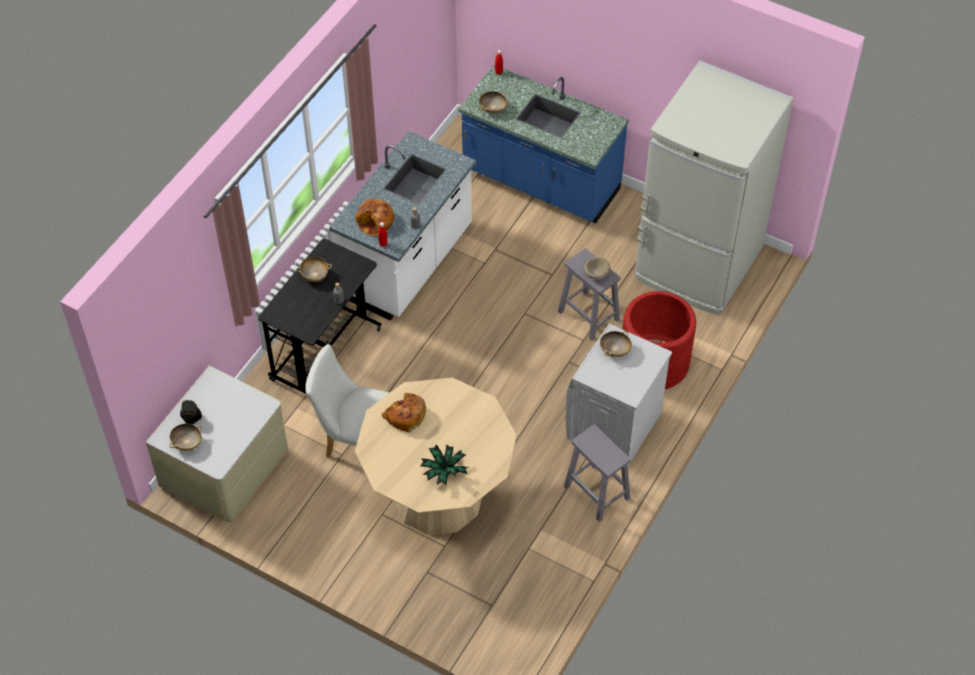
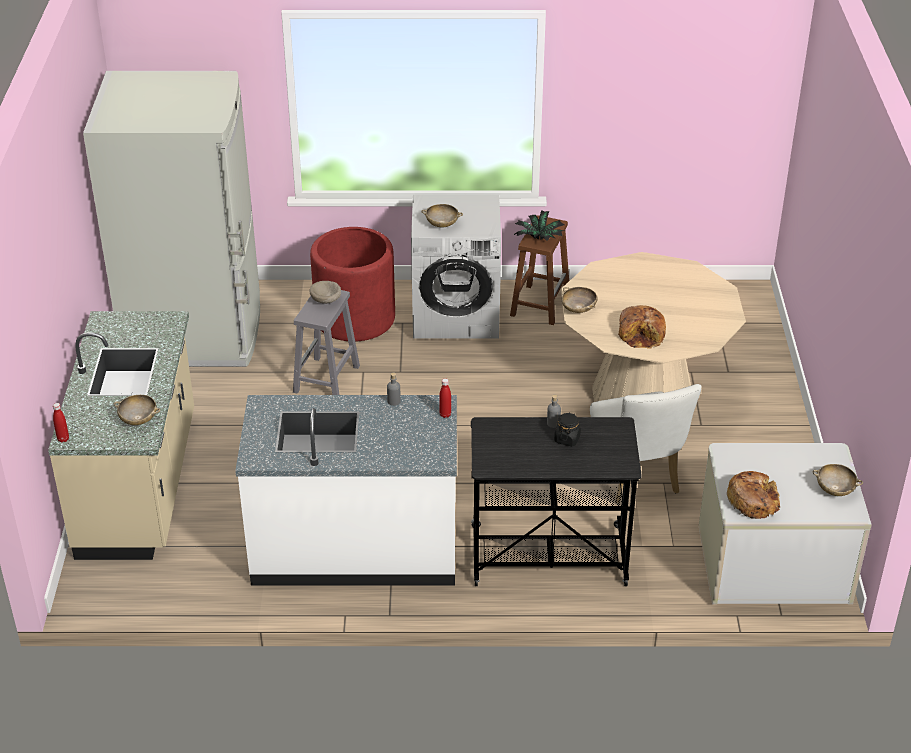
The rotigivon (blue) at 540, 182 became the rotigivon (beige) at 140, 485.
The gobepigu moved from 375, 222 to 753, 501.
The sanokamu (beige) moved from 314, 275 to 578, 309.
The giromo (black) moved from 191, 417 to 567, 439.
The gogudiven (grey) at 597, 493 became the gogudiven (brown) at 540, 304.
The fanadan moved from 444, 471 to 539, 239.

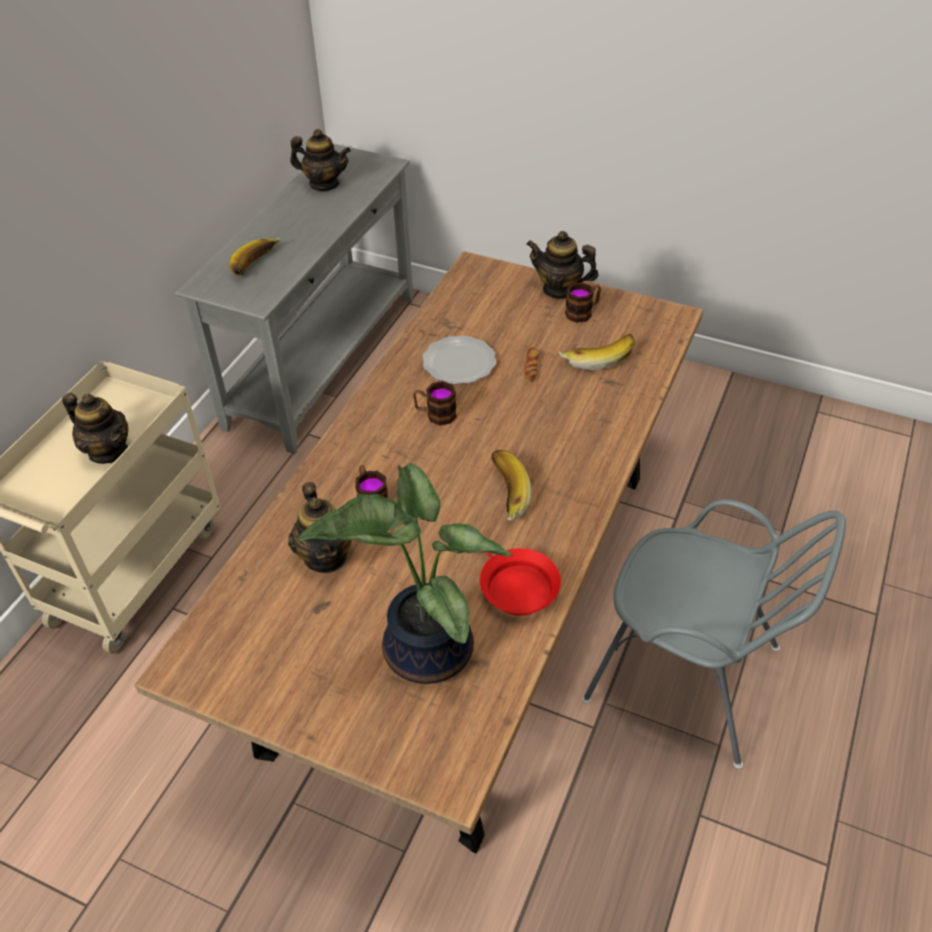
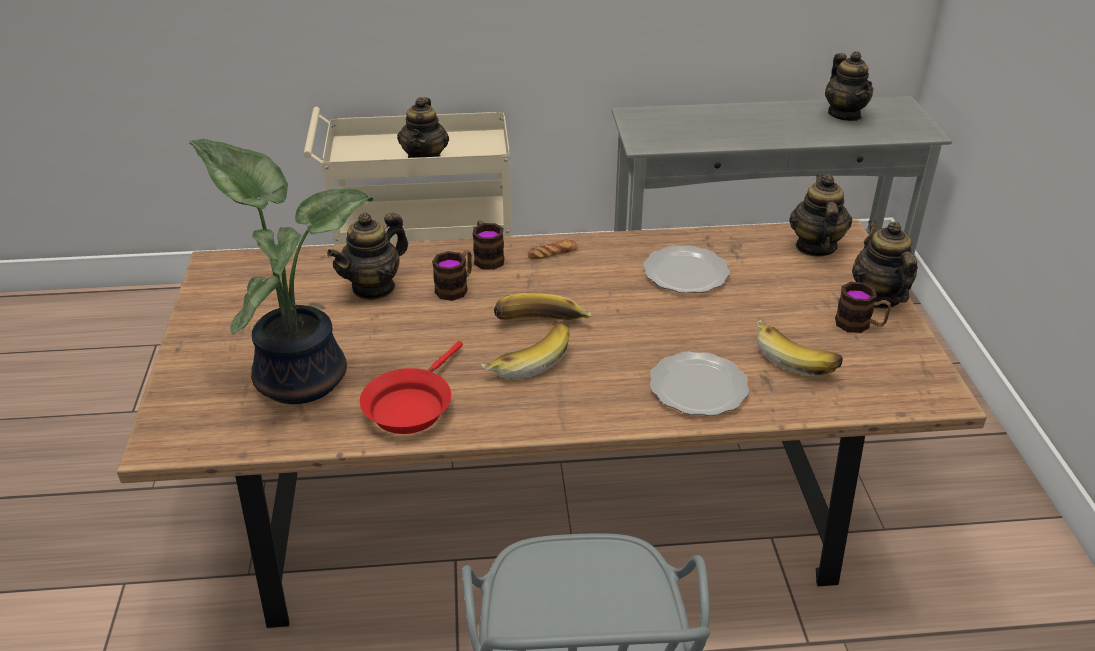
The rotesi moved from 257, 265 to 540, 325.
The gobepigu moved from 531, 366 to 552, 253.
The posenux moved from 435, 414 to 487, 257.
The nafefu at 815, 247 appeared.
The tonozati at 697, 388 appeared.

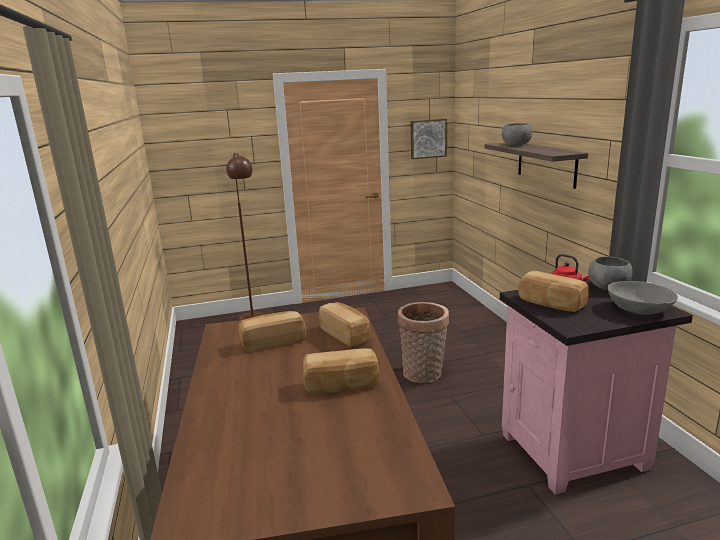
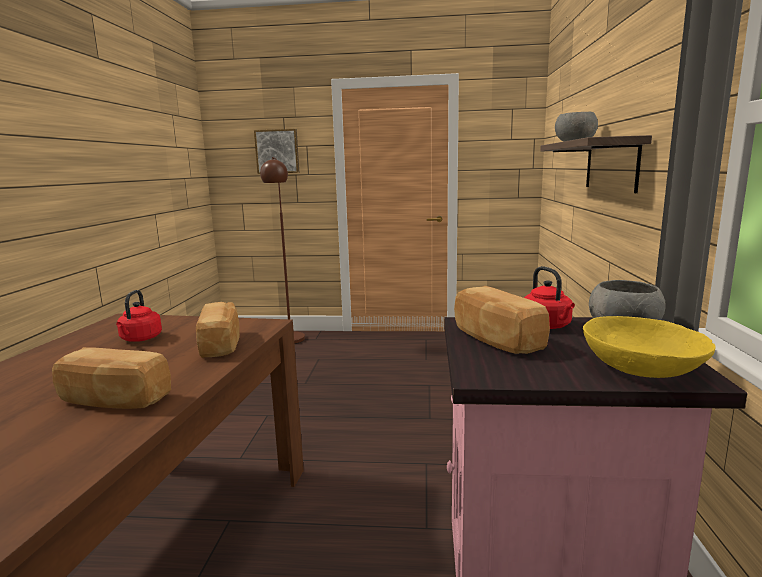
The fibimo moved from 427, 138 to 277, 151.
The sanokamu (grey) at 639, 309 became the sanokamu (yellow) at 641, 368.
The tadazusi at 423, 375 disappeared.
The gobepigu at 273, 342 was replaced by the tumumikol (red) at 140, 339.

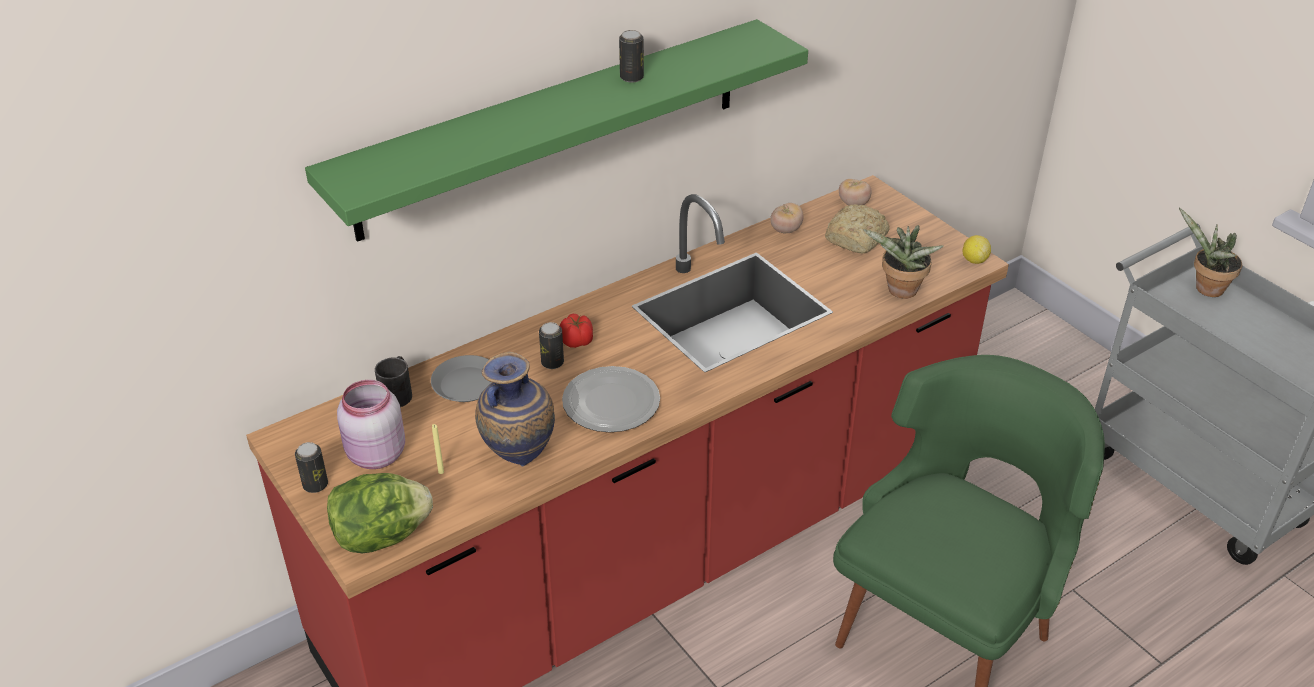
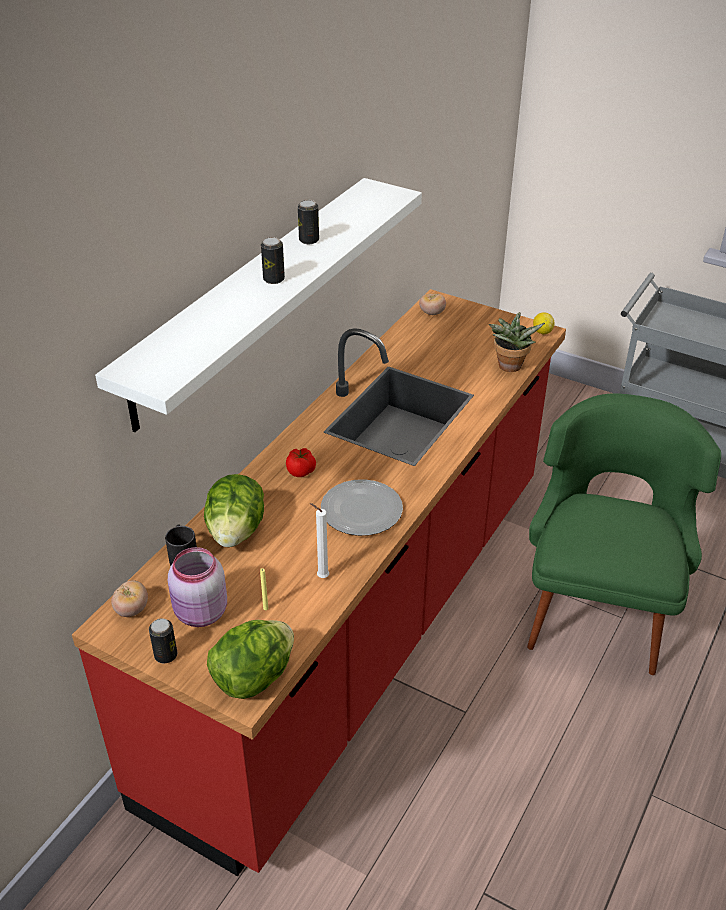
The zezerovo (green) at 552, 128 became the zezerovo (white) at 252, 297.
The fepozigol moved from 785, 230 to 132, 610.
The gobepigu at 857, 238 disappeared.
The fanadan at 1204, 289 disappeared.
The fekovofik moved from 552, 363 to 274, 279.
The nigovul at 519, 458 was replaced by the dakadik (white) at 321, 576.
The tonozati (grey) at 466, 384 was replaced by the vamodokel at 236, 531.

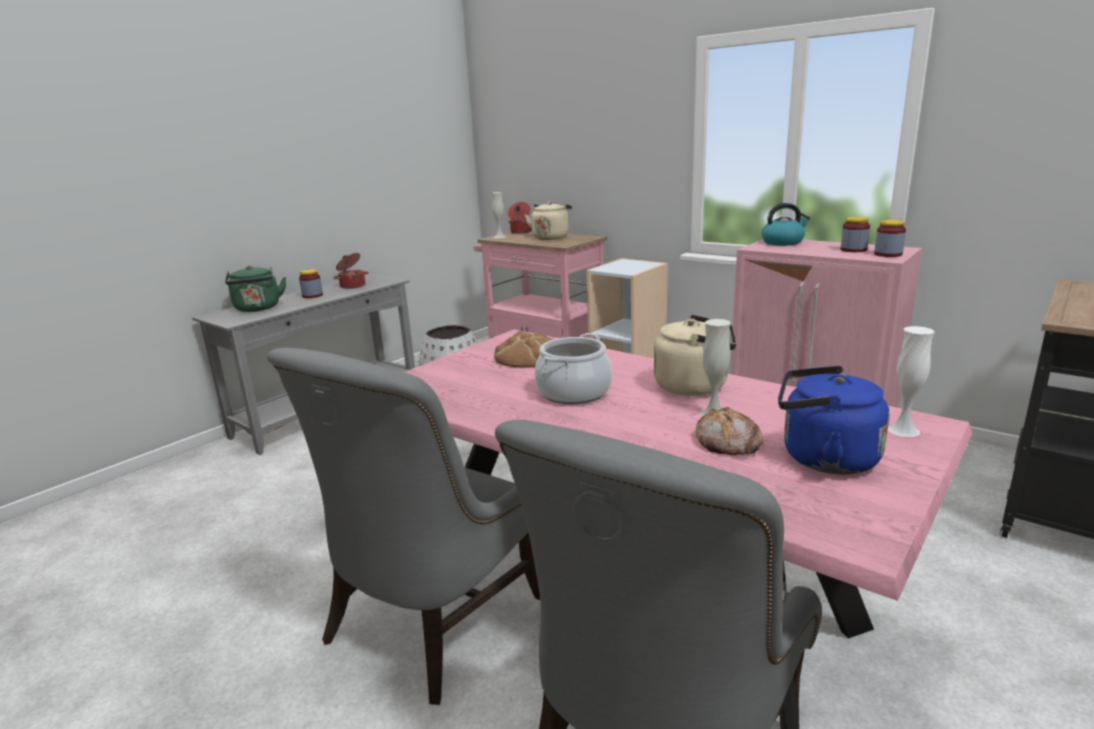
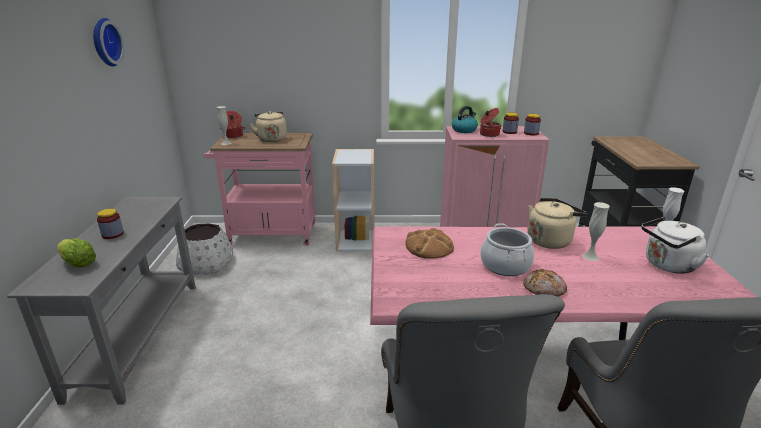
The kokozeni moved from 352, 286 to 488, 134.
The tumumikol (green) at 258, 309 was replaced by the vamodokel at 78, 264.
The tumumikol (blue) at 823, 458 became the tumumikol (white) at 667, 265.
The gobepigu moved from 727, 444 to 544, 289.
The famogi at 104, 42 appeared.

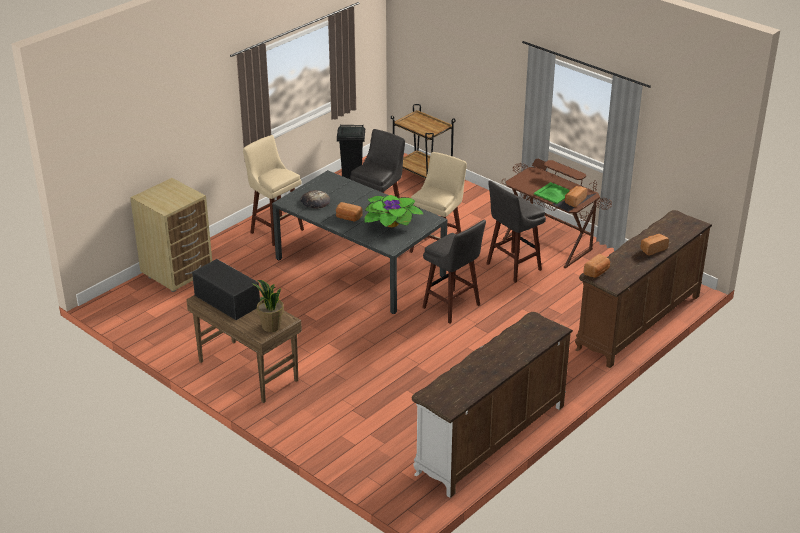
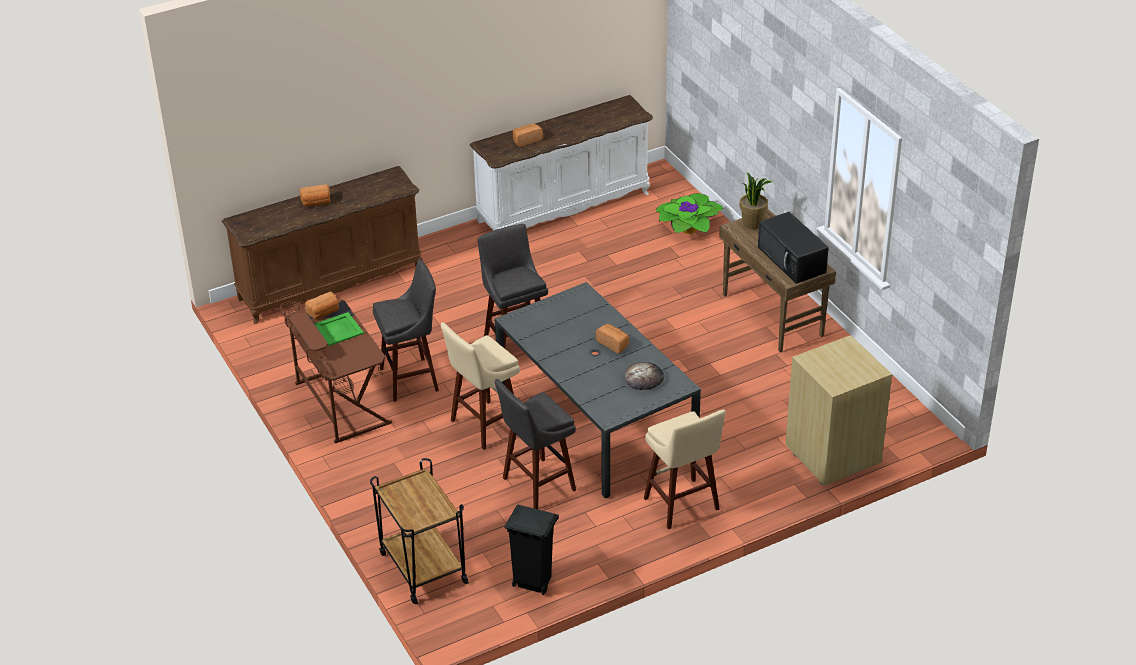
The fanadan moved from 391, 224 to 689, 227.
The gobepigu moved from 597, 272 to 526, 140.

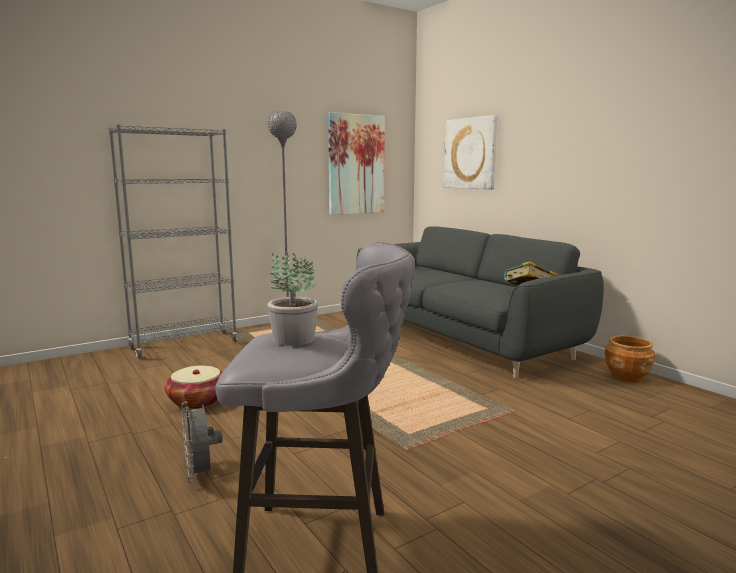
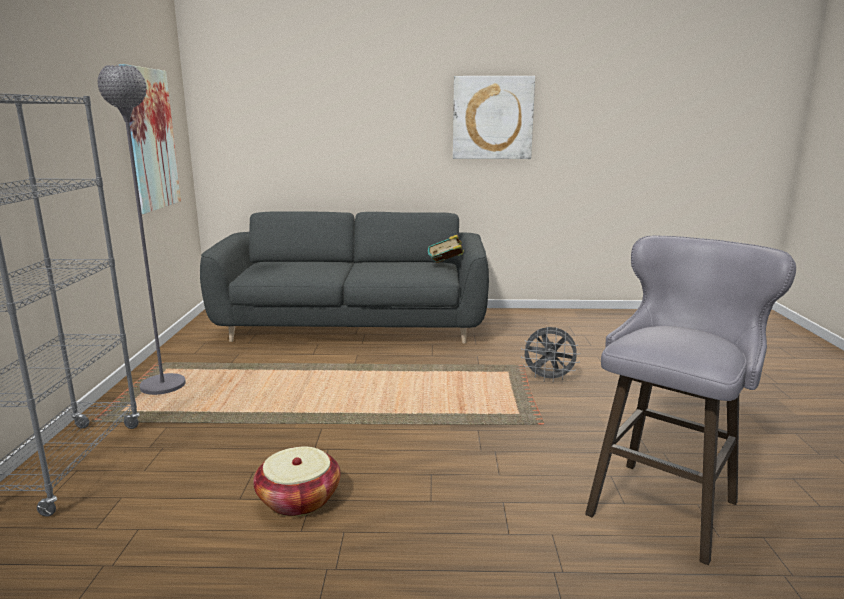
The fibimo moved from 470, 153 to 492, 118.
The fanadan at 293, 339 disappeared.
The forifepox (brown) at 627, 377 disappeared.
The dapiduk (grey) moved from 201, 476 to 549, 379.

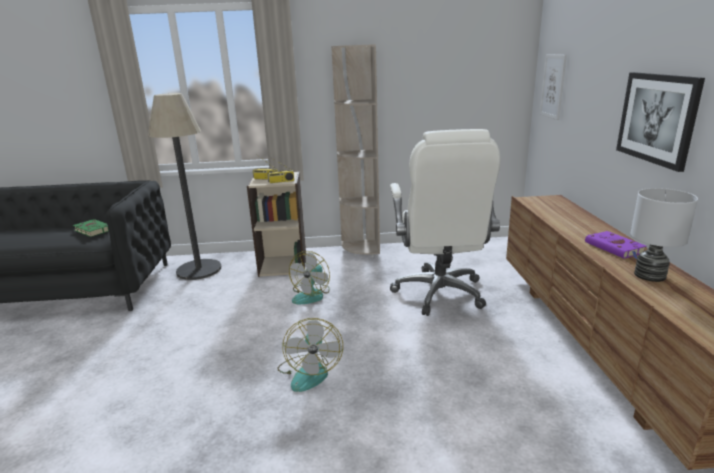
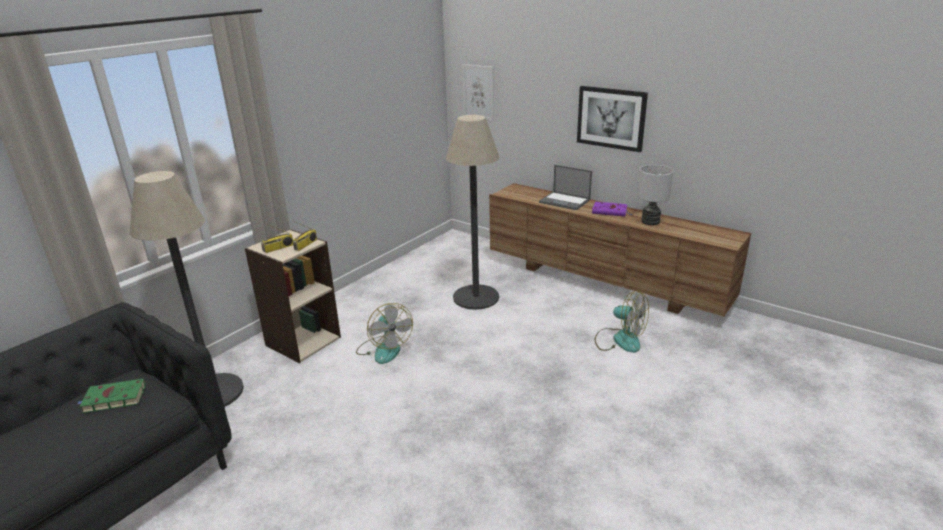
The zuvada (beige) at 361, 252 disappeared.
The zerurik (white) at 439, 294 was replaced by the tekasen at 476, 297.
The dapiduk moved from 309, 372 to 619, 340.
The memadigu at 565, 201 appeared.

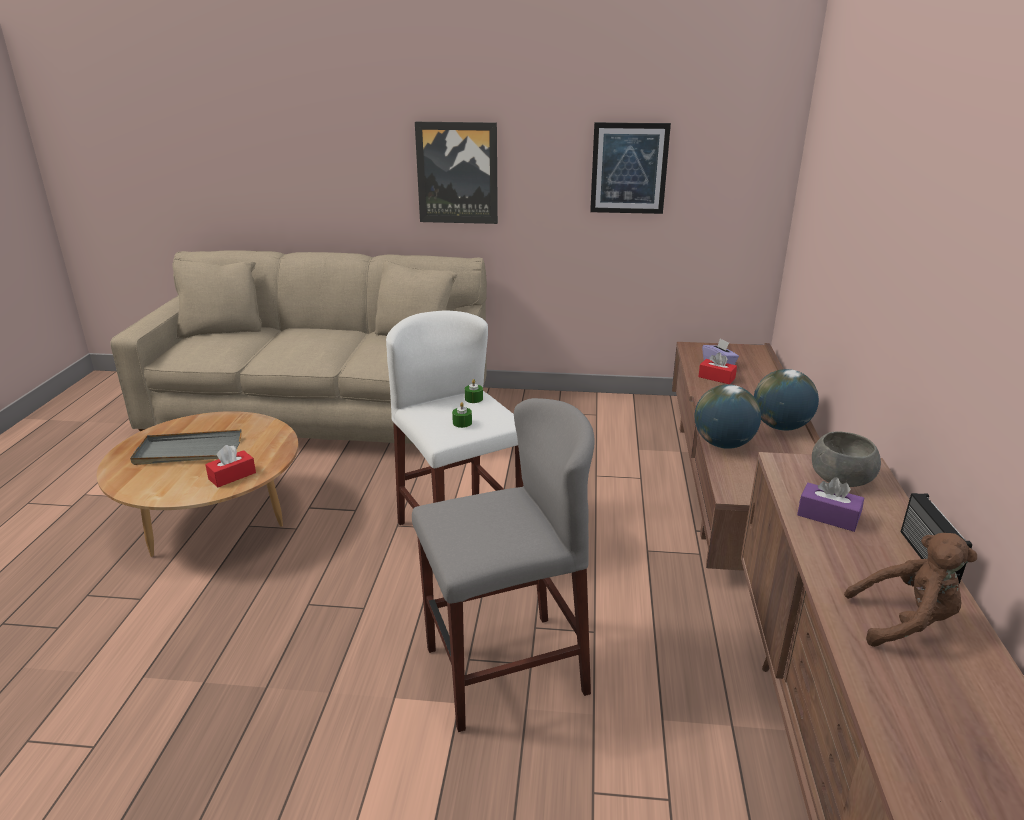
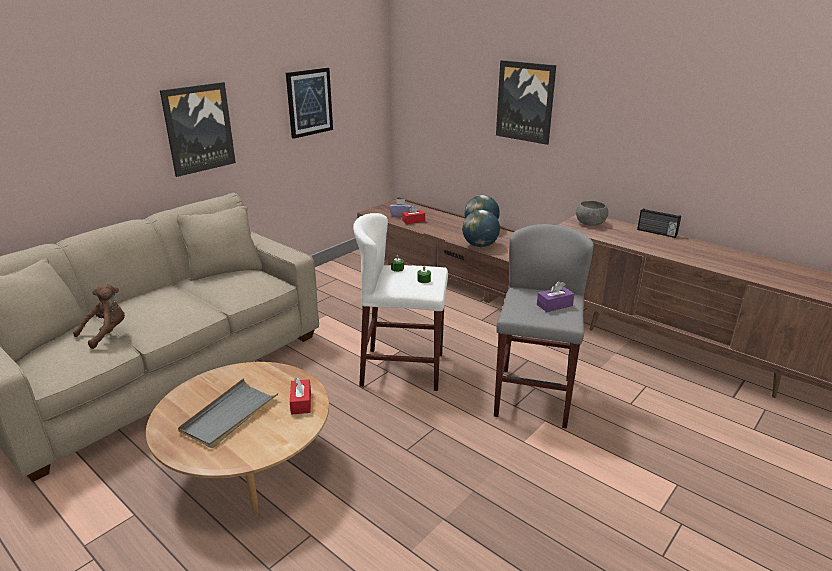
The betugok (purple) moved from 828, 516 to 554, 305.
The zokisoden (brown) moved from 905, 622 to 106, 333.
The fibimo at 525, 102 appeared.

